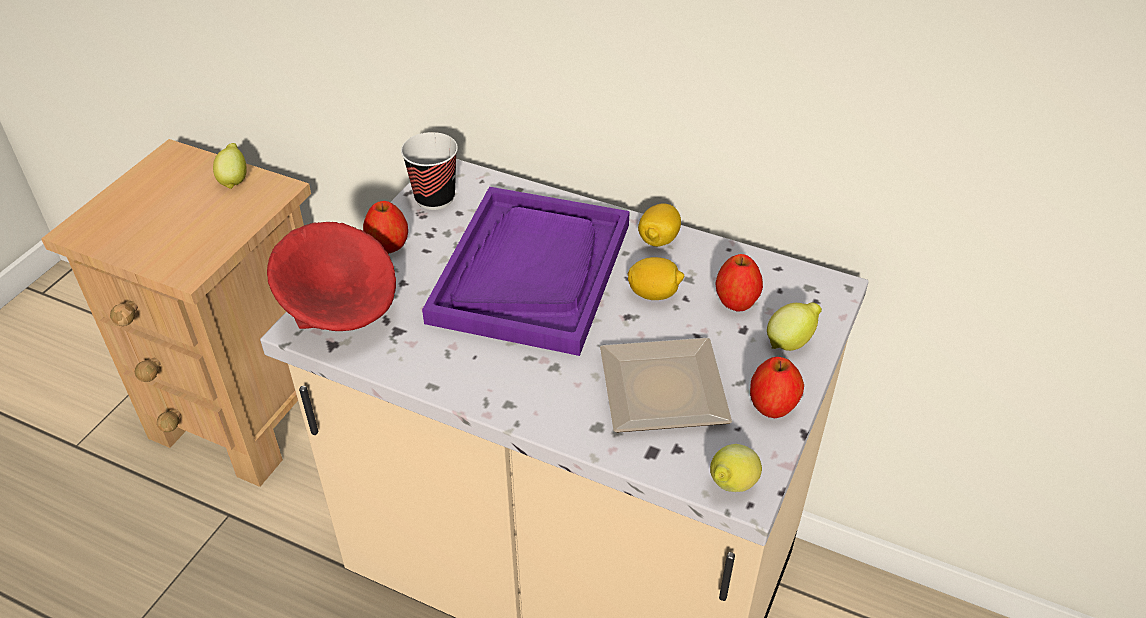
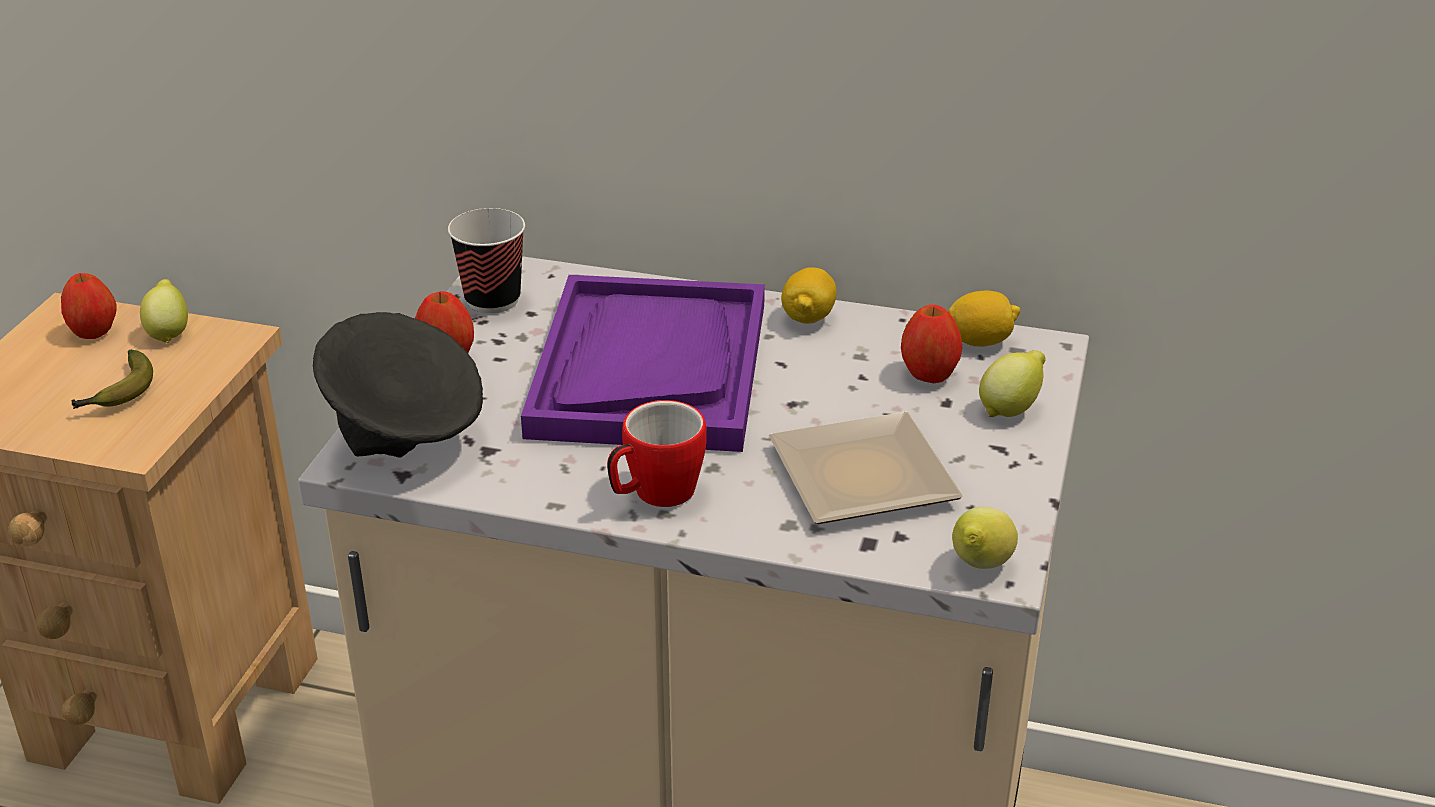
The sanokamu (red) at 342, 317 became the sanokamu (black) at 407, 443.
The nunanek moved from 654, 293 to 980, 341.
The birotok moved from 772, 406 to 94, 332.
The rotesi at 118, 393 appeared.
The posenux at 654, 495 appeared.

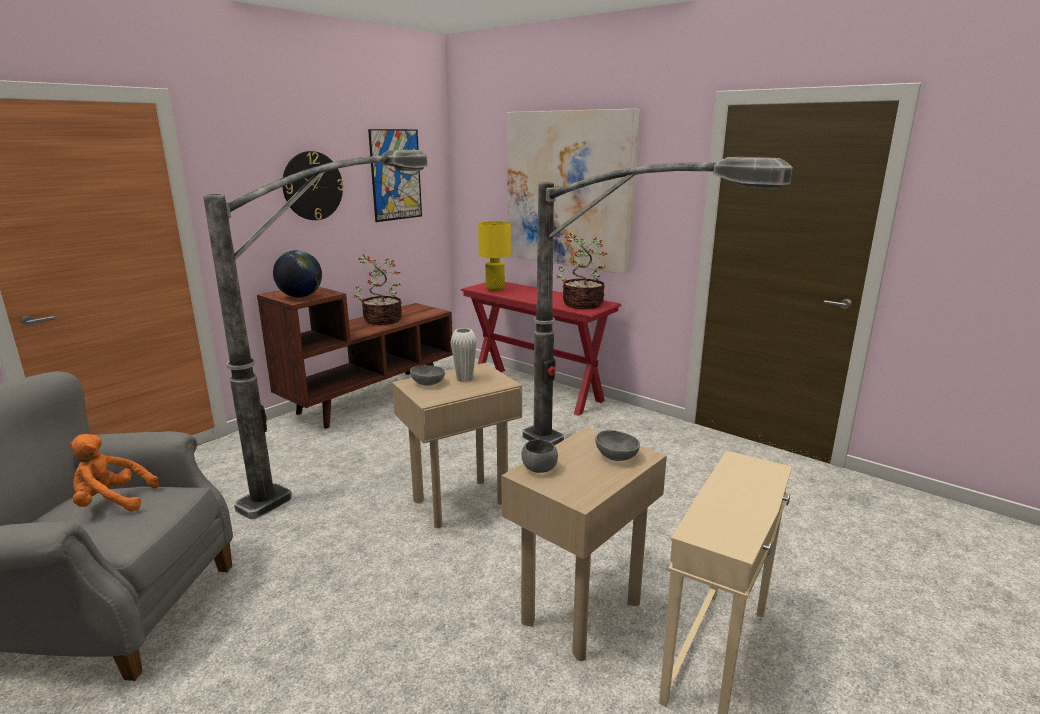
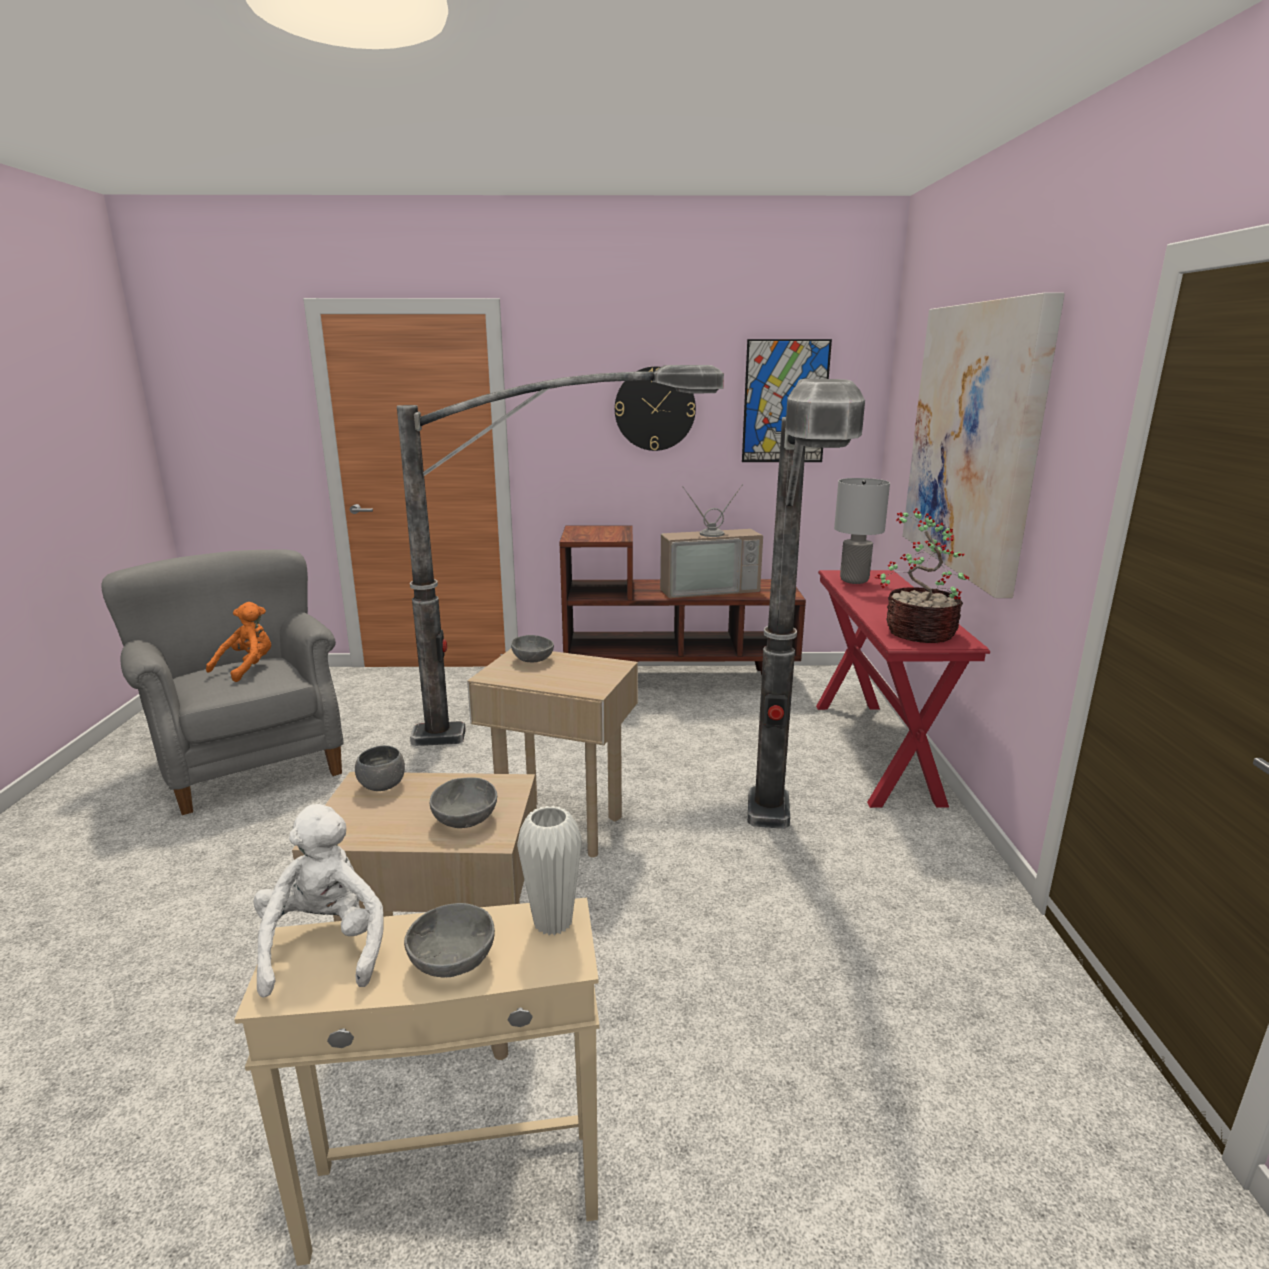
The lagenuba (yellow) at 495, 290 became the lagenuba (grey) at 853, 582.
The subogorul at 300, 296 disappeared.
The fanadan at 381, 320 was replaced by the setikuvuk at 708, 588.
The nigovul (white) moved from 464, 379 to 553, 922.
The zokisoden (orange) at 112, 502 turned 75 degrees clockwise.
The zokisoden (white) at 325, 946 appeared.
The sanokamu (grey) at 452, 962 appeared.

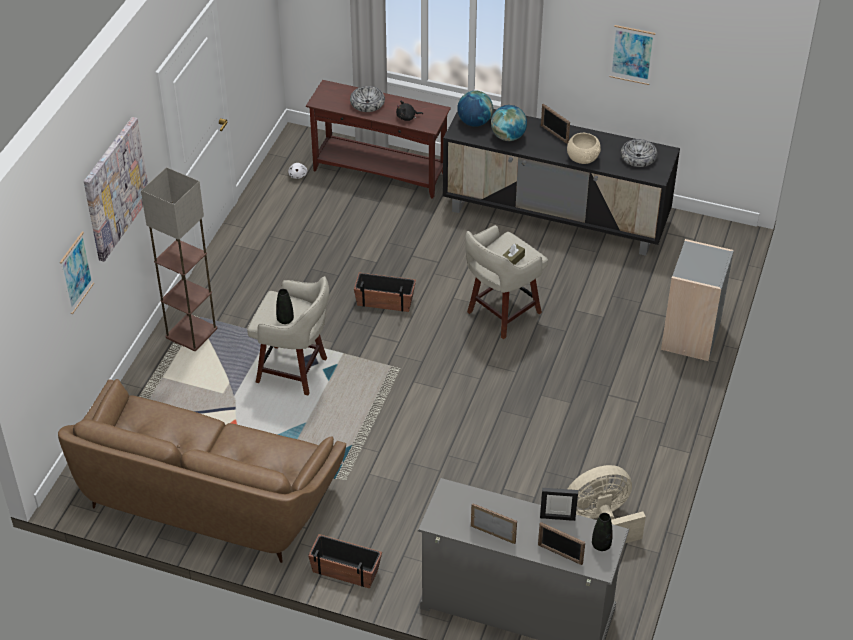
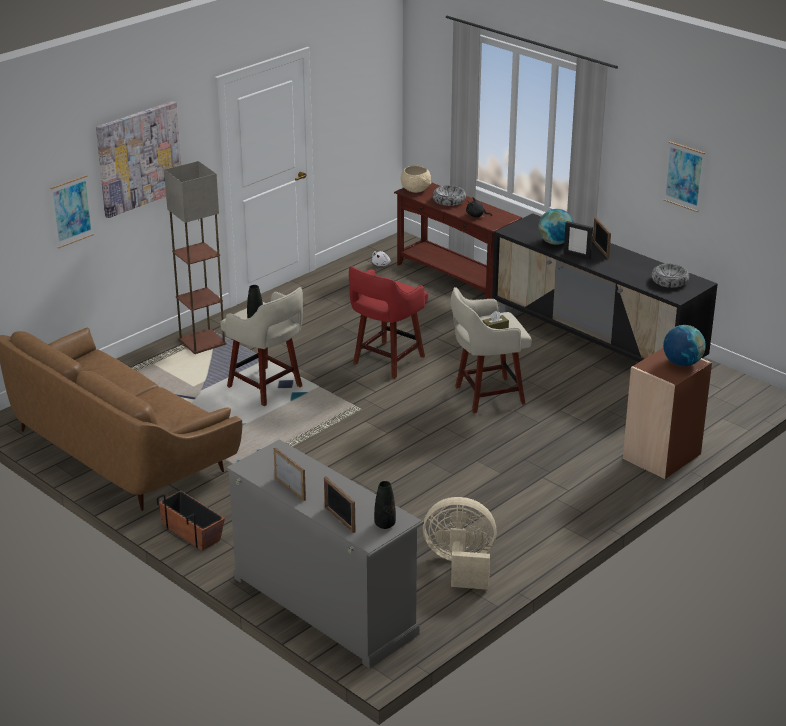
The subogorul moved from 474, 122 to 682, 363.
The sanokamu (beige) moved from 583, 158 to 416, 190.
The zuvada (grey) at 691, 336 became the zuvada (brown) at 662, 457.
The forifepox at 385, 301 was replaced by the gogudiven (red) at 386, 361.
The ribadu moved from 557, 517 to 577, 255.

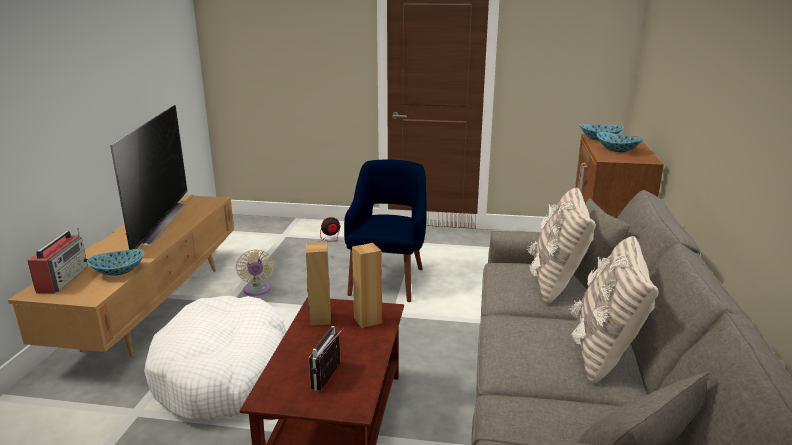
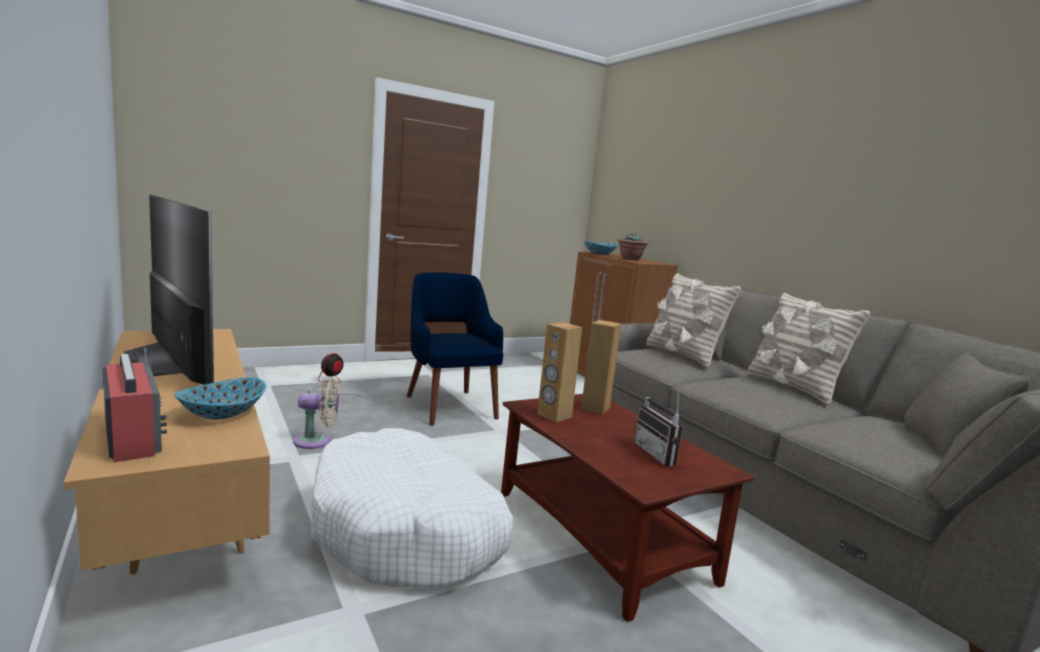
The sanokamu at 617, 150 was replaced by the fanadan at 630, 259.
The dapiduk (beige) at 257, 291 turned 45 degrees counterclockwise.

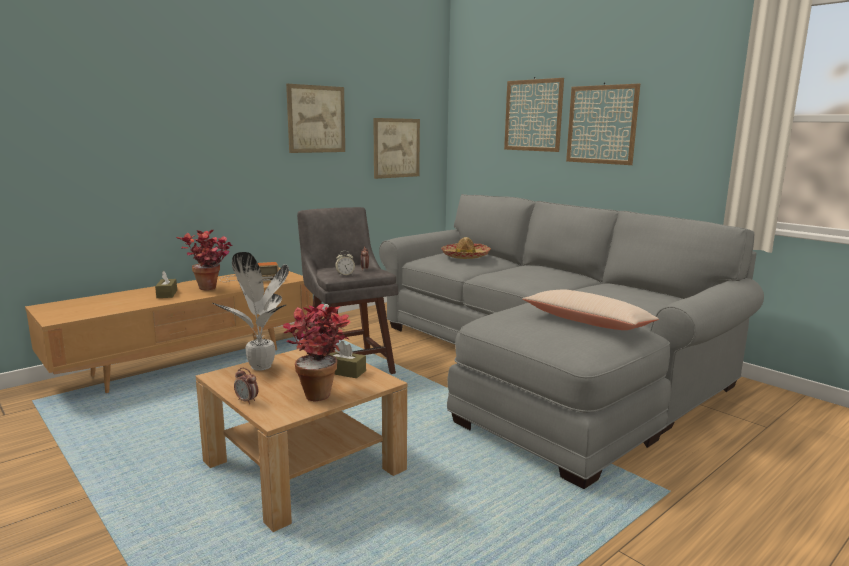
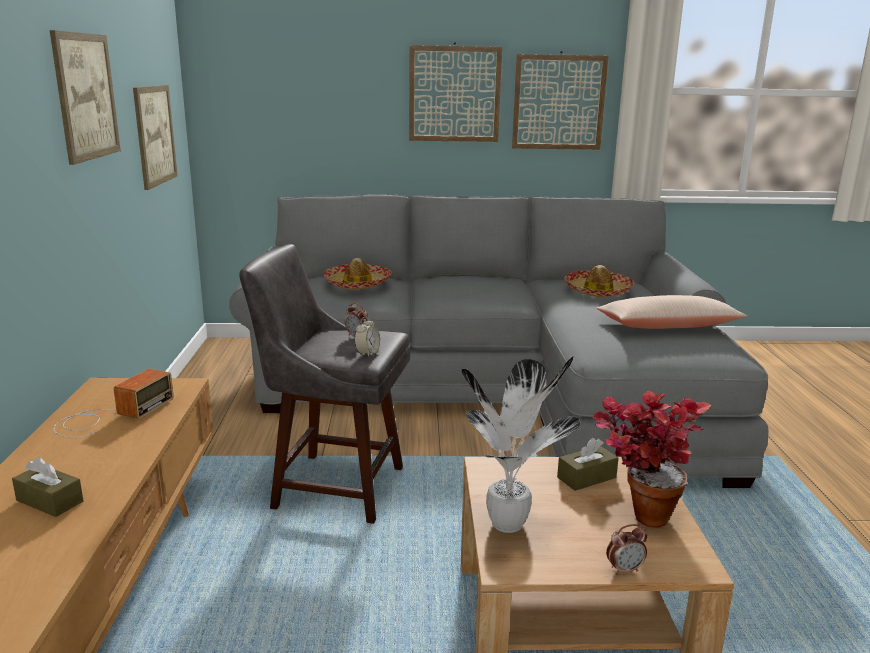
The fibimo moved from 533, 114 to 559, 101.
The fanadan at 211, 290 disappeared.
The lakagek at 598, 291 appeared.

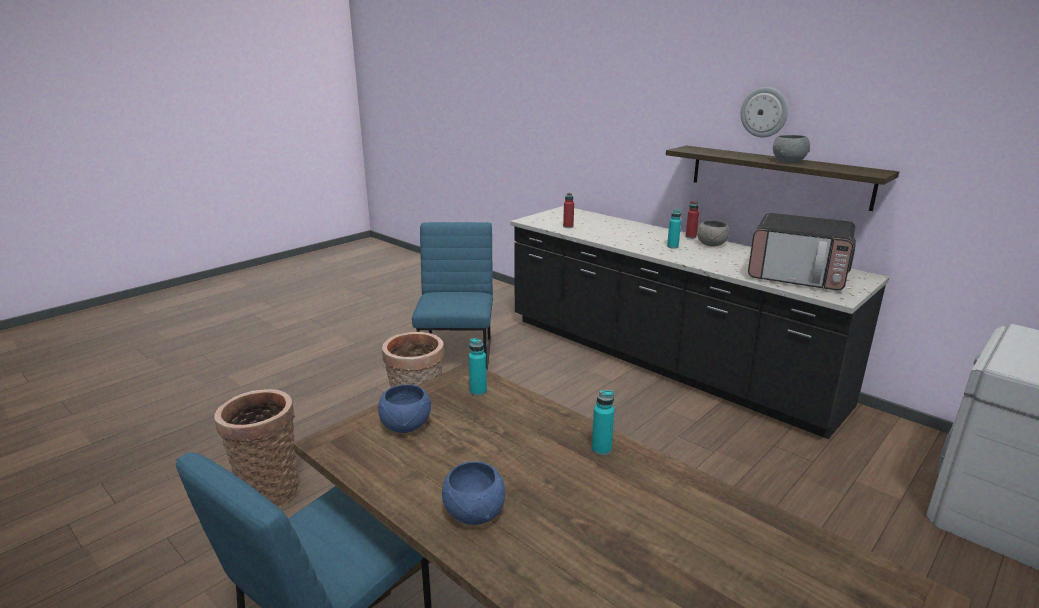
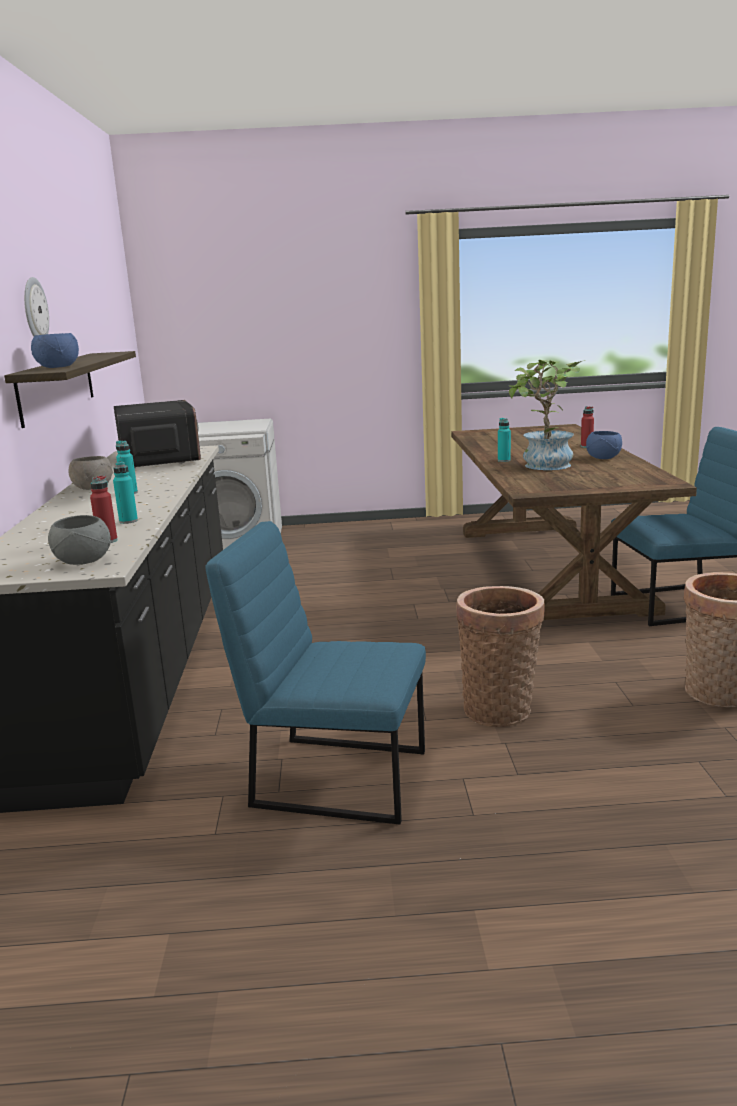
The sanokamu (grey) moved from 789, 161 to 82, 561.
The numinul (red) moved from 690, 237 to 586, 446.
The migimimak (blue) at 458, 356 turned 60 degrees clockwise.
The numinul (turquoise) moved from 478, 391 to 128, 521.
The sanokamu (blue) moved from 405, 426 to 59, 367.
The fanadan at 543, 466 appeared.

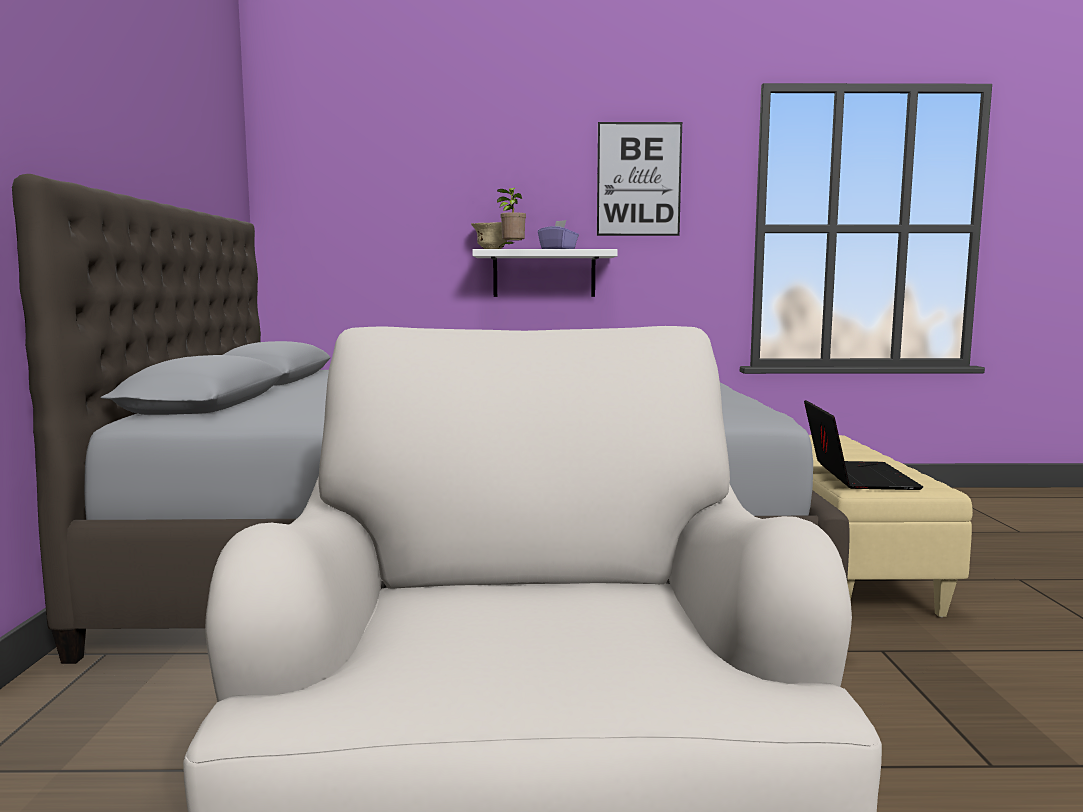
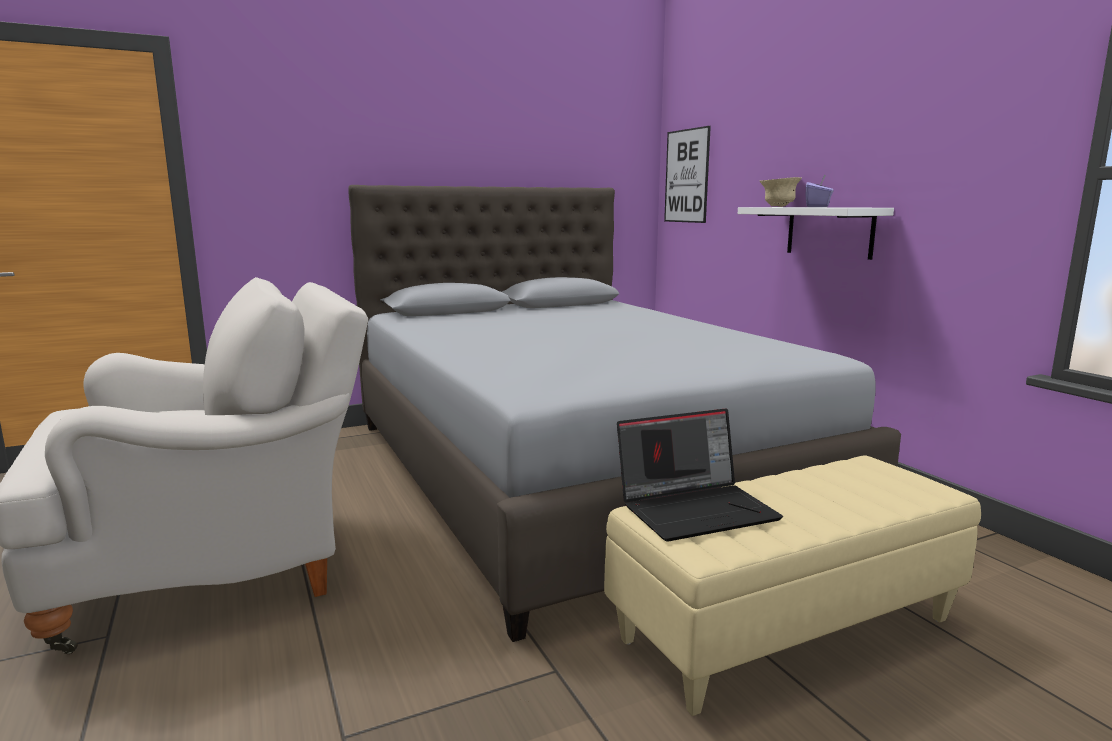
The fibimo moved from 638, 179 to 686, 176.
The fanadan at 511, 248 disappeared.

